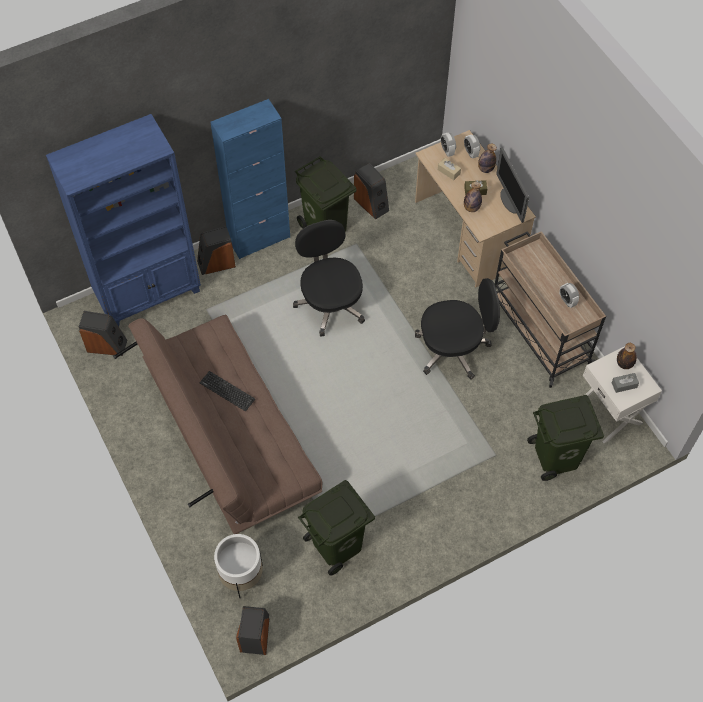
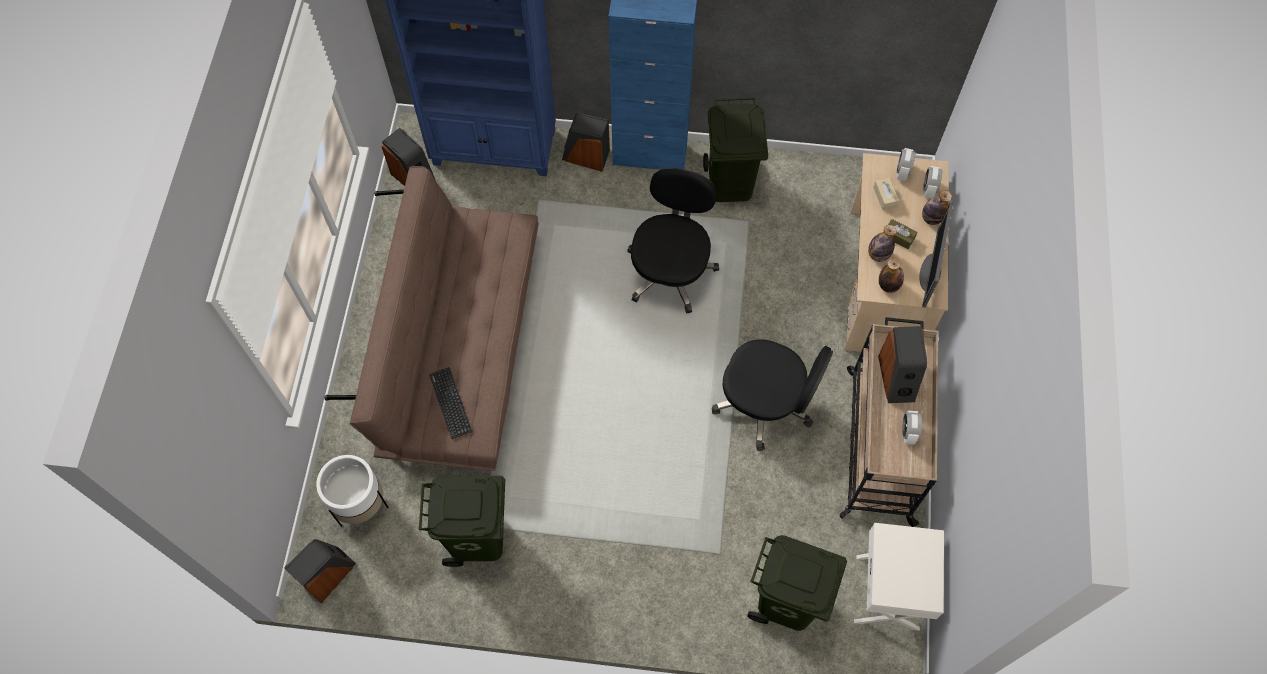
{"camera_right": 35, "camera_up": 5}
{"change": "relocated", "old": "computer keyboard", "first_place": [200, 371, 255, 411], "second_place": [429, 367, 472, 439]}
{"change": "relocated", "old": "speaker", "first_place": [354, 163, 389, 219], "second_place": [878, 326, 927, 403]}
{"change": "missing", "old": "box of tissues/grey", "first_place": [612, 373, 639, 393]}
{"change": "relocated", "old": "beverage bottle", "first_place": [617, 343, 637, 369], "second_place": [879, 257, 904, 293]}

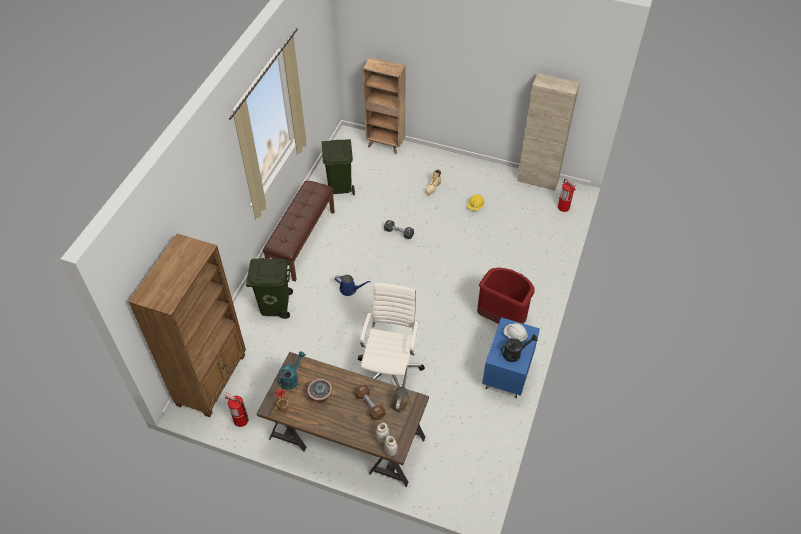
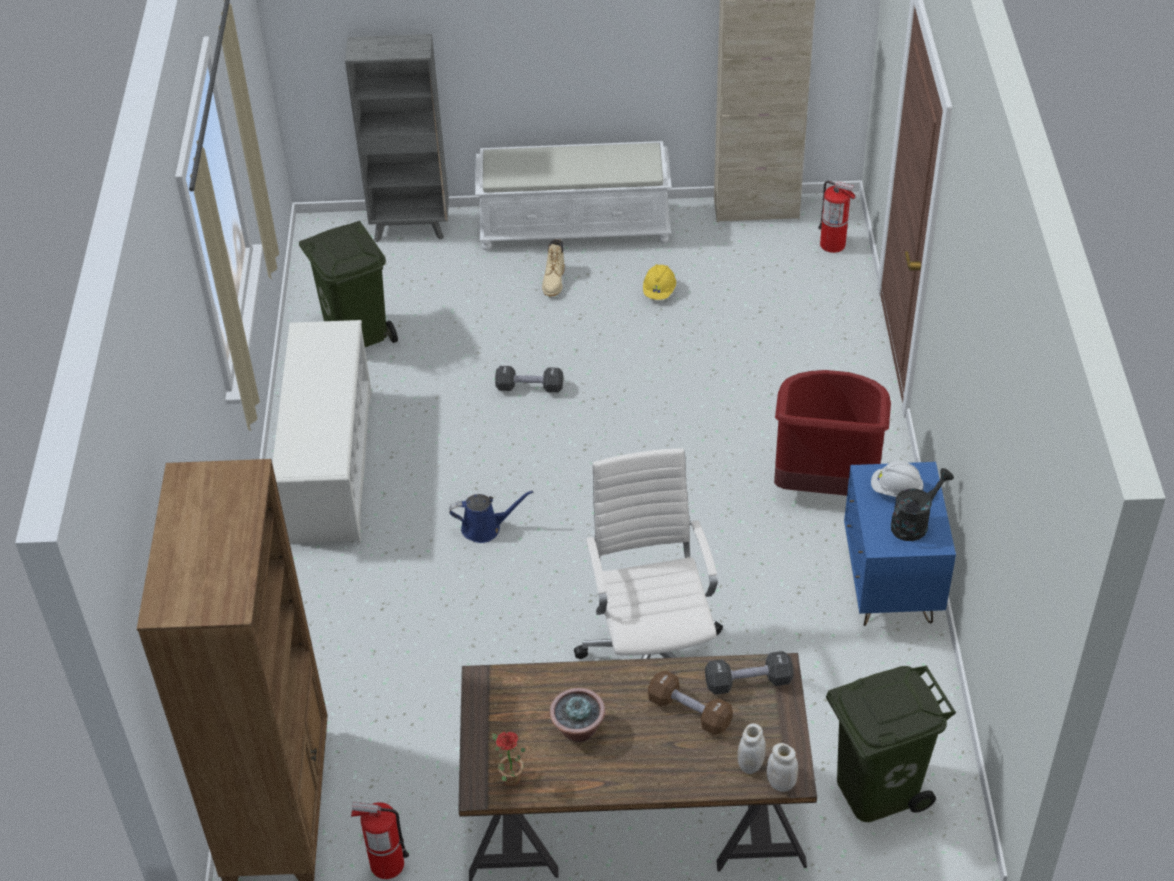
{"camera_right": -20, "camera_up": -5}
{"change": "relocated", "old": "trash can/greenish", "first_place": [246, 258, 293, 319], "second_place": [826, 666, 956, 822]}
{"change": "exchanged", "old": "long seat/brownish", "new": "shoe rack/white", "first_place": [263, 181, 335, 282], "second_place": [272, 320, 372, 543]}
{"change": "missing", "old": "watering can/turquoise-coloured", "first_place": [278, 351, 306, 390]}
{"change": "colour", "old": "bookshelf/brownish", "new": "bookshelf/grey", "first_place": [363, 57, 406, 154], "second_place": [345, 34, 449, 242]}
{"change": "exchanged", "old": "watering can/brownish", "new": "free weight/black-coloured", "first_place": [390, 365, 411, 413], "second_place": [705, 651, 794, 695]}
{"change": "appeared", "new": "long seat/white", "second_place": [475, 141, 672, 250]}

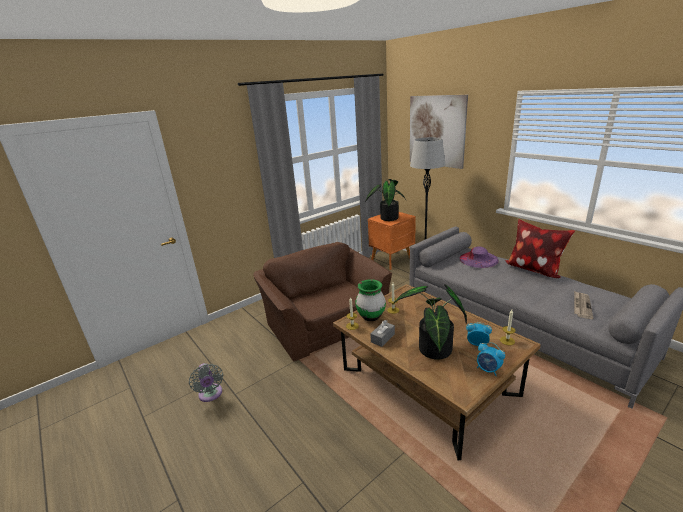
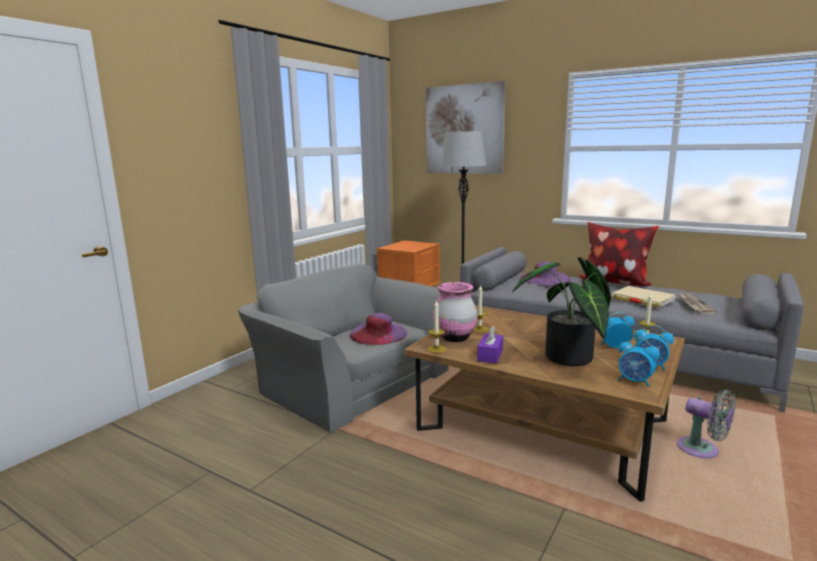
{"camera_right": -20, "camera_up": -10}
{"change": "relocated", "old": "fan/grey", "first_place": [189, 363, 223, 402], "second_place": [677, 390, 736, 458]}
{"change": "colour", "old": "lounge chair/brownish", "new": "lounge chair/grey", "first_place": [253, 242, 392, 362], "second_place": [238, 264, 449, 433]}
{"change": "colour", "old": "vase/greenish", "new": "vase/pink-coloured", "first_place": [356, 279, 386, 321], "second_place": [433, 282, 477, 342]}
{"change": "missing", "old": "potted plant", "first_place": [365, 179, 406, 221]}
{"change": "colour", "old": "box of tissues/grey", "new": "box of tissues/purple", "first_place": [370, 320, 395, 347], "second_place": [477, 326, 503, 364]}
{"change": "appeared", "new": "wearable hat/purple", "second_place": [350, 313, 407, 345]}
{"change": "appeared", "new": "bound book/beige-coloured", "second_place": [611, 286, 676, 308]}
{"change": "appeared", "new": "table clock", "second_place": [618, 338, 660, 387]}

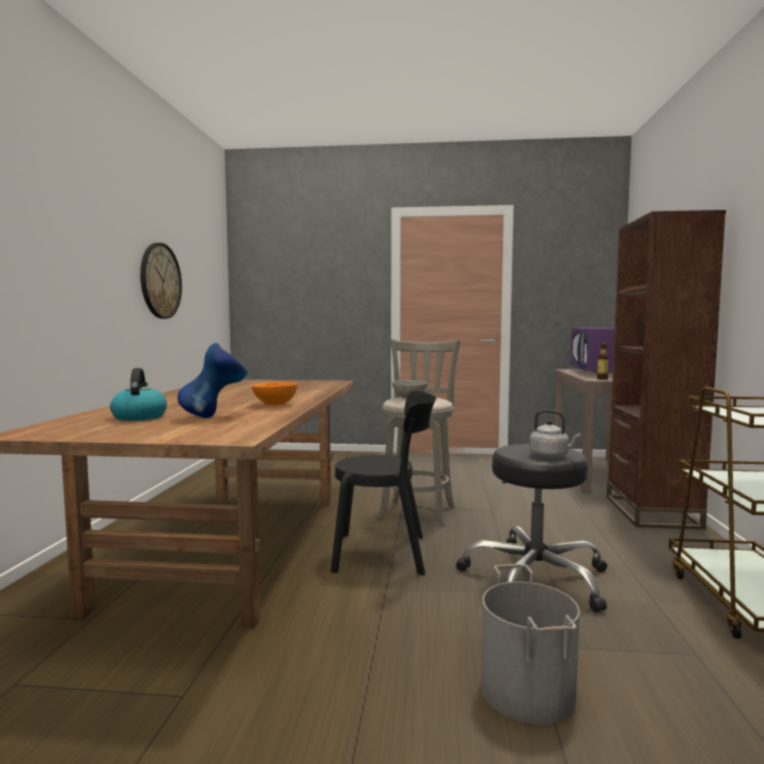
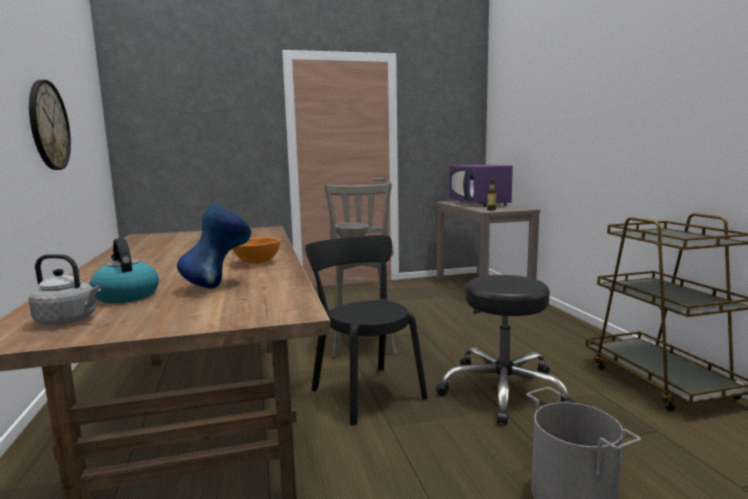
{"camera_right": -20, "camera_up": 5}
{"change": "spun", "old": "plain chair/black-coloured", "first_place": [331, 391, 437, 575], "second_place": [305, 235, 428, 426], "degrees": -105}
{"change": "relocated", "old": "kettle/grey", "first_place": [529, 410, 581, 458], "second_place": [29, 254, 101, 325]}
{"change": "missing", "old": "bookshelf/brownish", "first_place": [607, 210, 726, 530]}

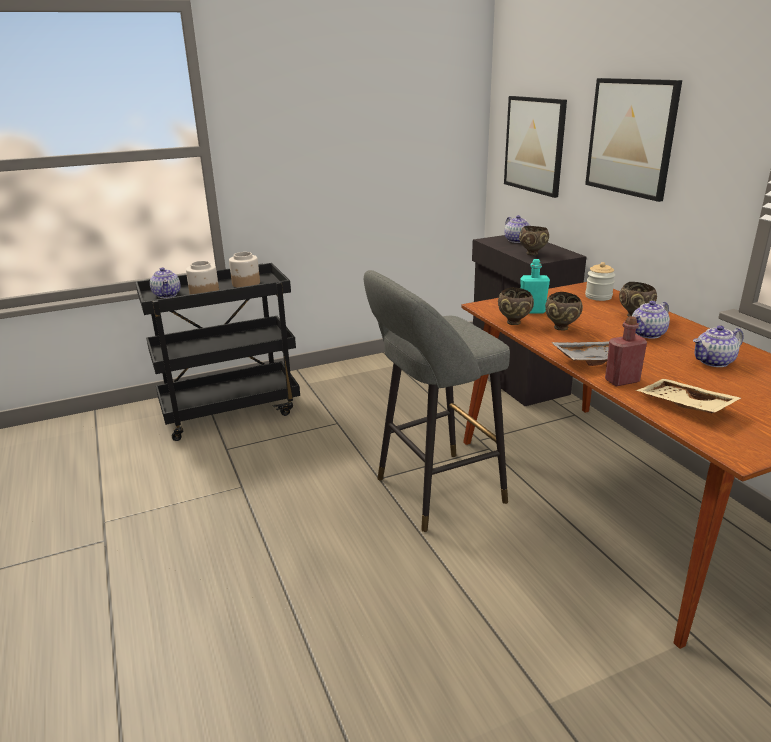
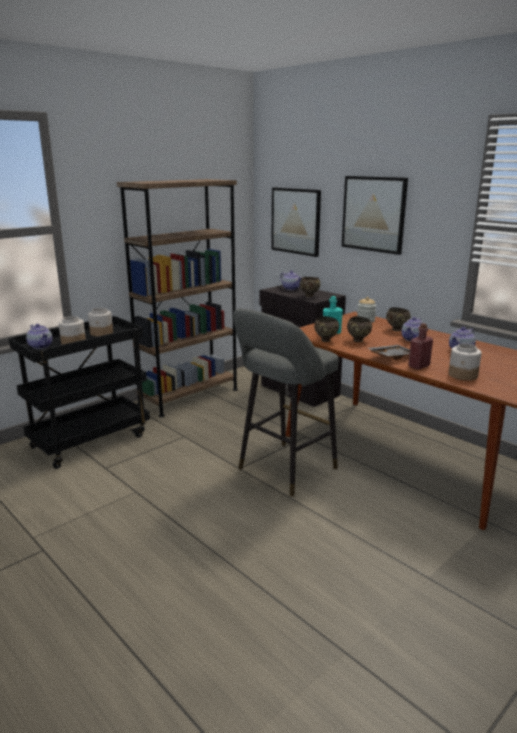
{"camera_right": -20, "camera_up": -5}
{"change": "exchanged", "old": "carrying tray/beige-coloured", "new": "jar", "first_place": [636, 379, 741, 413], "second_place": [449, 343, 482, 380]}
{"change": "appeared", "new": "bookshelf/brownish", "second_place": [117, 179, 238, 417]}

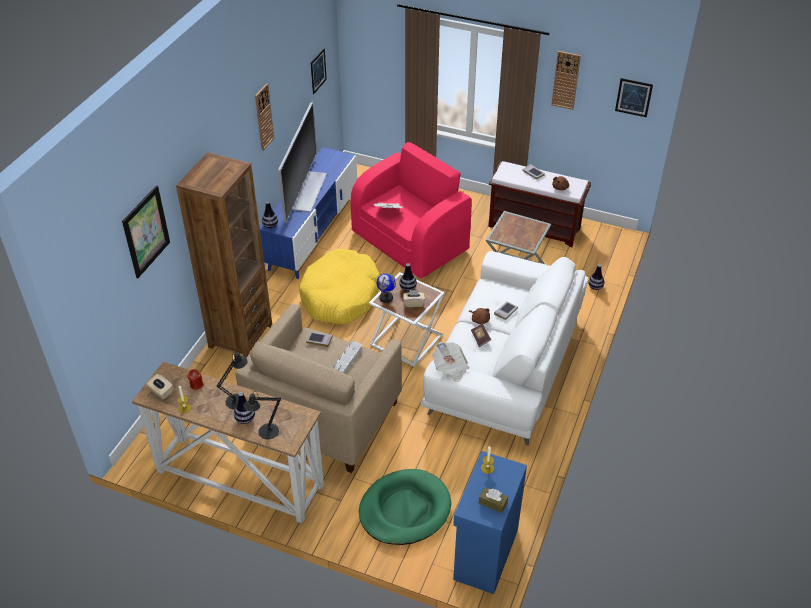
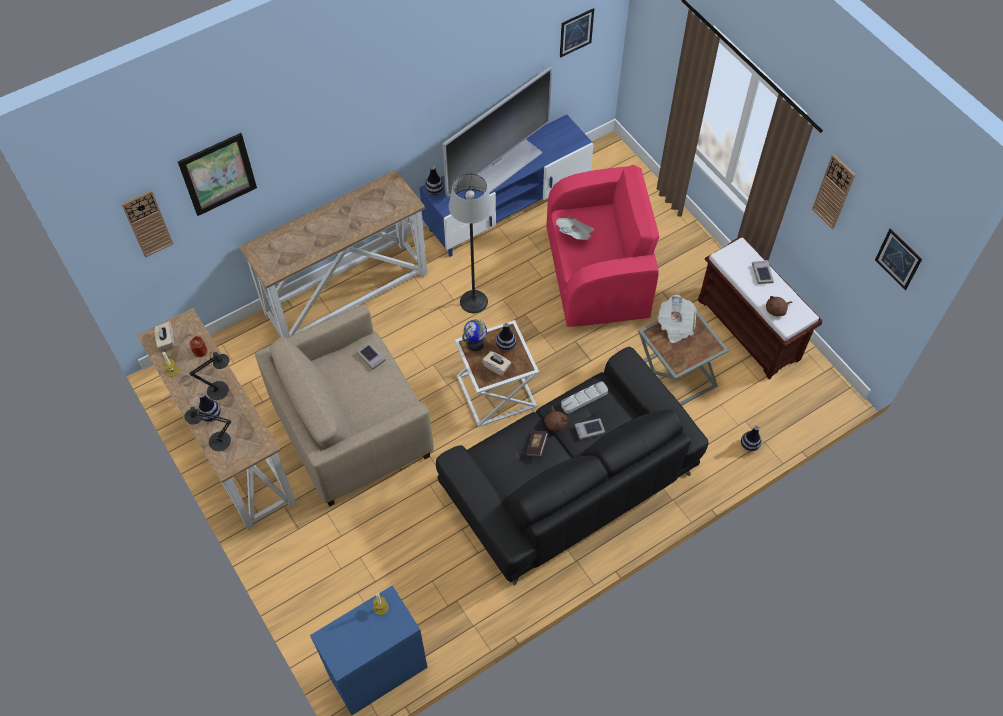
{"camera_right": 35, "camera_up": 15}
{"change": "exchanged", "old": "bookshelf/brownish", "new": "hall table", "first_place": [176, 152, 272, 357], "second_place": [239, 170, 427, 338]}
{"change": "relocated", "old": "wall clock", "first_place": [255, 83, 274, 151], "second_place": [121, 190, 173, 258]}
{"change": "exchanged", "old": "pet bed/yellow-coloured", "new": "standard lamp", "first_place": [299, 249, 379, 324], "second_place": [449, 173, 492, 313]}
{"change": "relocated", "old": "carrying tray/grey", "first_place": [333, 341, 362, 373], "second_place": [561, 381, 608, 414]}
{"change": "missing", "old": "pet bed/greenish", "first_place": [359, 469, 451, 545]}
{"change": "colour", "old": "sofa/white", "new": "sofa/black-coloured", "first_place": [421, 251, 588, 445], "second_place": [436, 347, 708, 586]}
{"change": "relocated", "old": "newspaper", "first_place": [432, 342, 470, 382], "second_place": [657, 295, 697, 343]}
{"change": "missing", "old": "box of tissues/brownish", "first_place": [479, 487, 508, 513]}

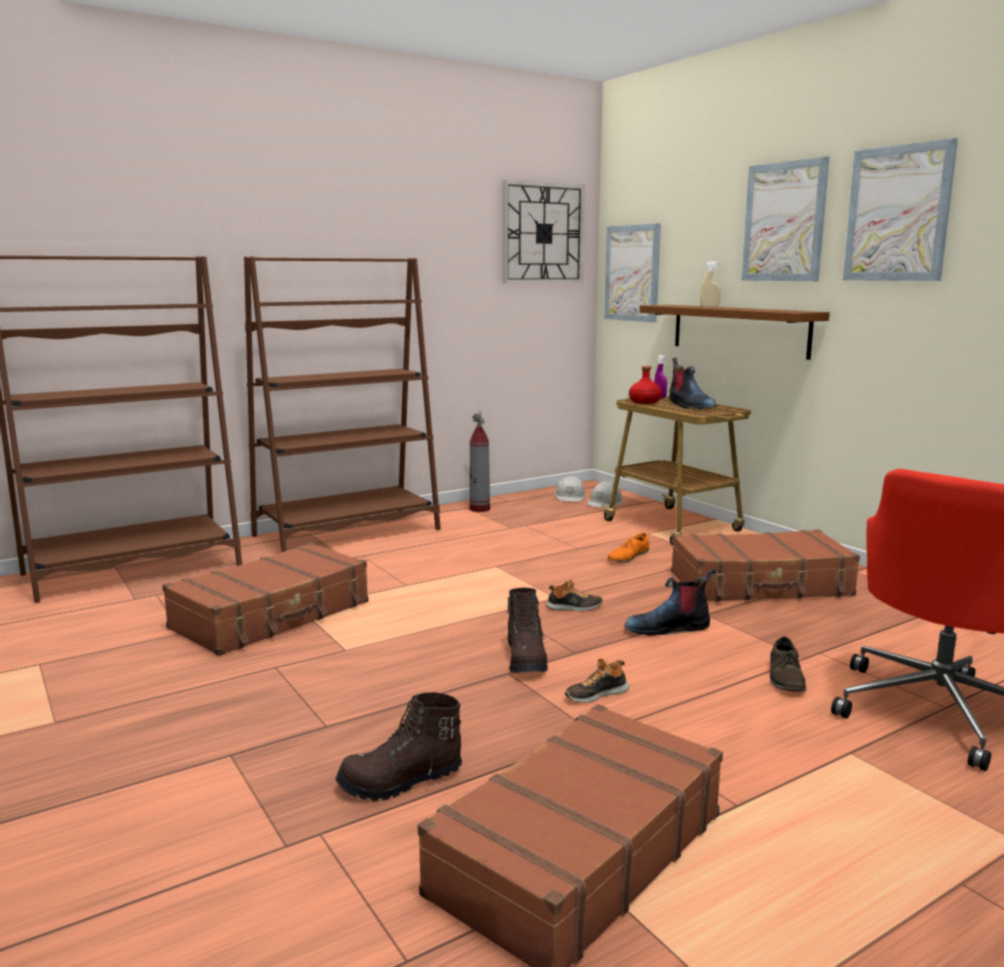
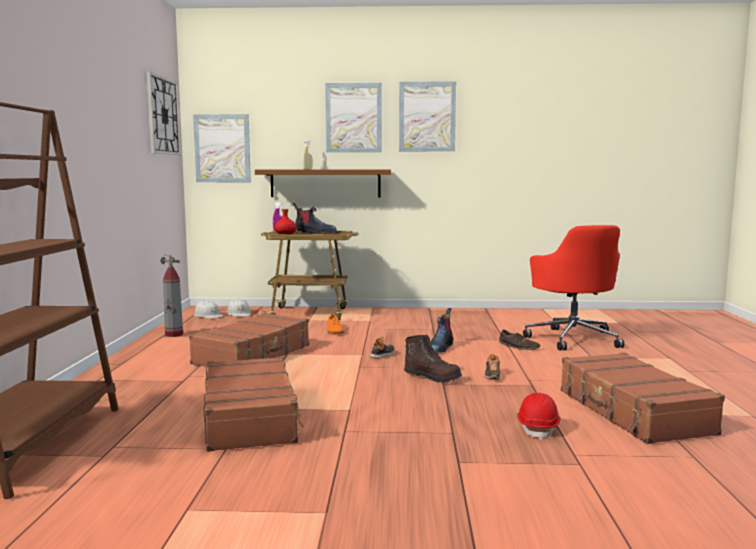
{"camera_right": -55, "camera_up": -5}
{"change": "missing", "old": "bookshelf/brownish", "first_place": [244, 257, 441, 553]}
{"change": "exchanged", "old": "tall boot/brownish", "new": "work helmet/red", "first_place": [336, 692, 462, 801], "second_place": [517, 393, 560, 440]}
{"change": "relocated", "old": "piece of luggage/brownish", "first_place": [671, 530, 860, 602], "second_place": [189, 313, 309, 367]}

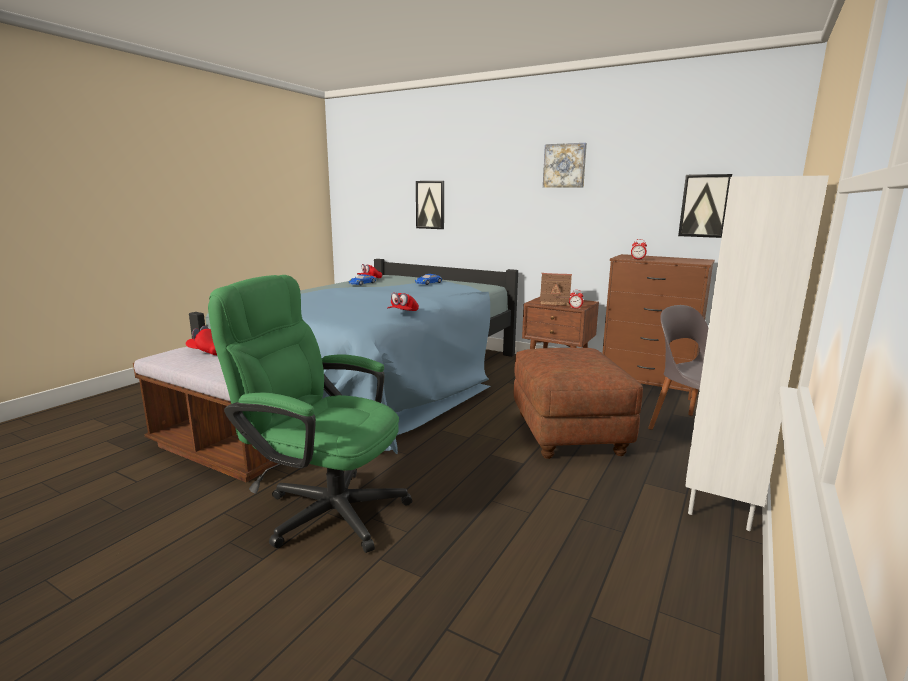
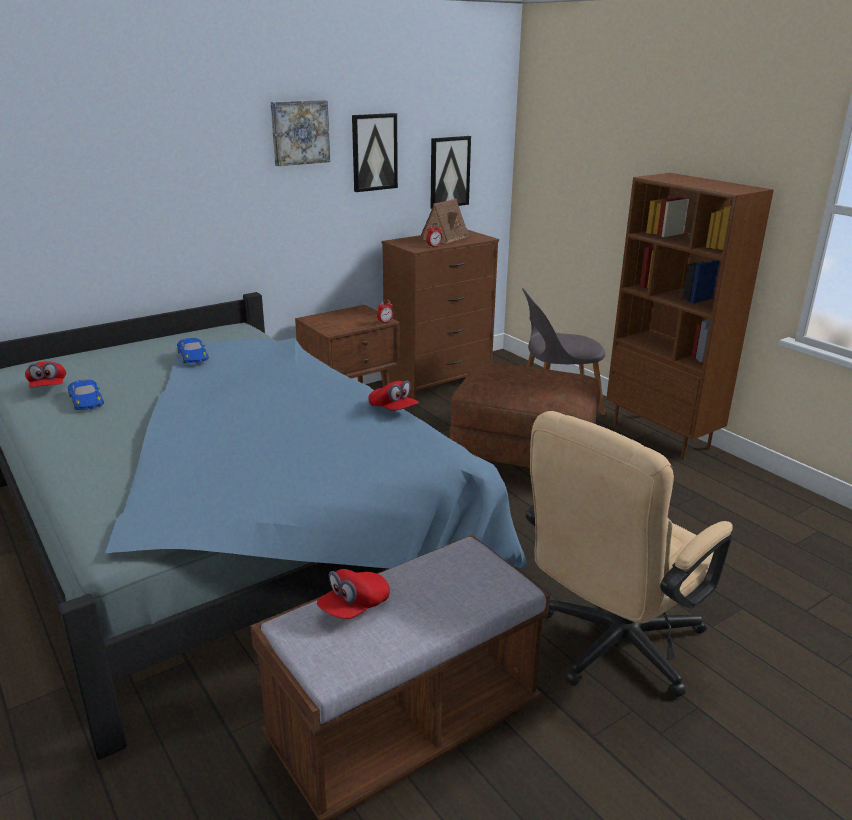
{"camera_right": -65, "camera_up": 10}
{"change": "colour", "old": "desk chair/greenish", "new": "desk chair/beige-coloured", "first_place": [208, 275, 412, 553], "second_place": [526, 411, 733, 697]}
{"change": "relocated", "old": "wall art", "first_place": [416, 181, 444, 229], "second_place": [352, 113, 398, 192]}
{"change": "relocated", "old": "toy house", "first_place": [540, 273, 572, 306], "second_place": [421, 199, 470, 244]}
{"change": "colour", "old": "bookshelf/white", "new": "bookshelf/brownish", "first_place": [686, 176, 829, 531], "second_place": [606, 173, 774, 460]}

